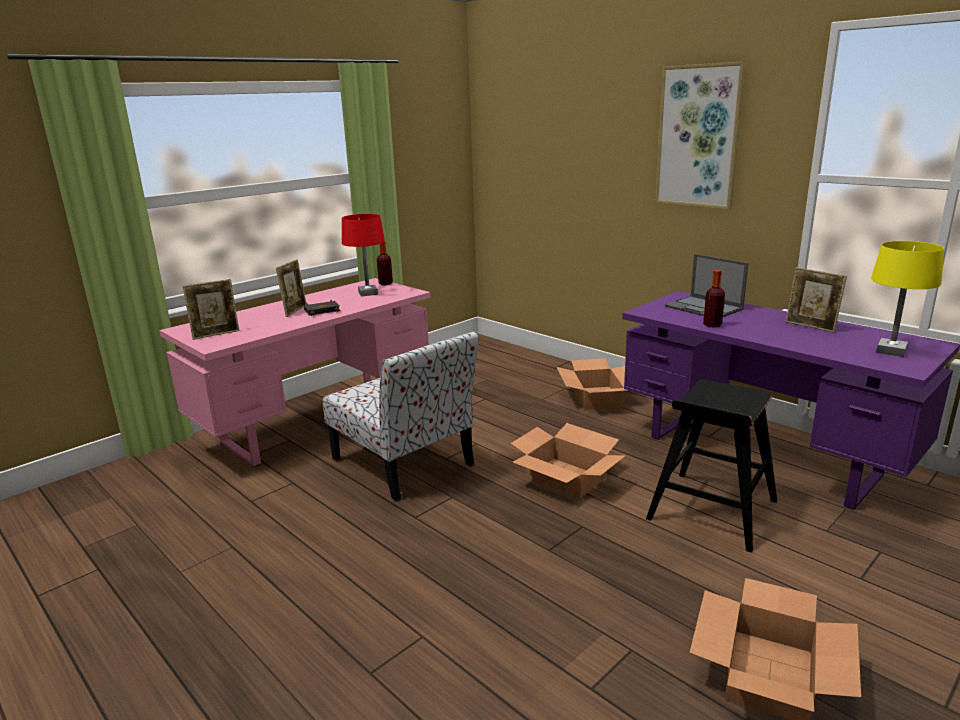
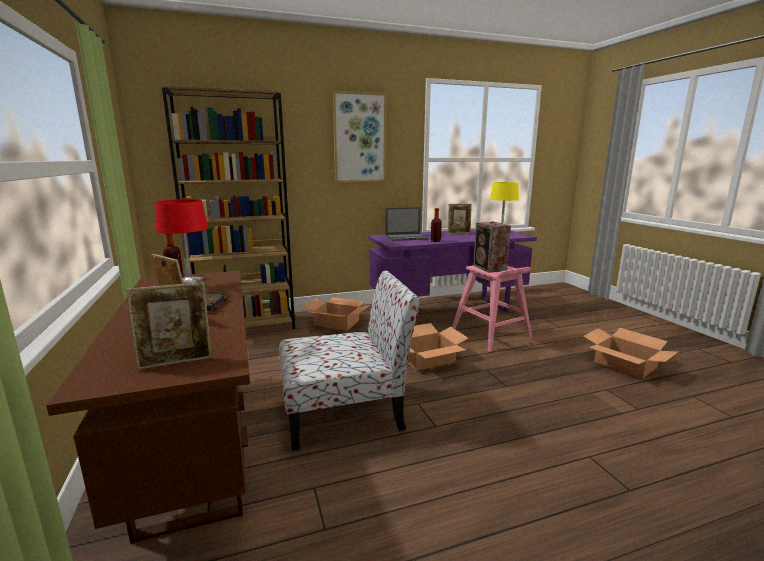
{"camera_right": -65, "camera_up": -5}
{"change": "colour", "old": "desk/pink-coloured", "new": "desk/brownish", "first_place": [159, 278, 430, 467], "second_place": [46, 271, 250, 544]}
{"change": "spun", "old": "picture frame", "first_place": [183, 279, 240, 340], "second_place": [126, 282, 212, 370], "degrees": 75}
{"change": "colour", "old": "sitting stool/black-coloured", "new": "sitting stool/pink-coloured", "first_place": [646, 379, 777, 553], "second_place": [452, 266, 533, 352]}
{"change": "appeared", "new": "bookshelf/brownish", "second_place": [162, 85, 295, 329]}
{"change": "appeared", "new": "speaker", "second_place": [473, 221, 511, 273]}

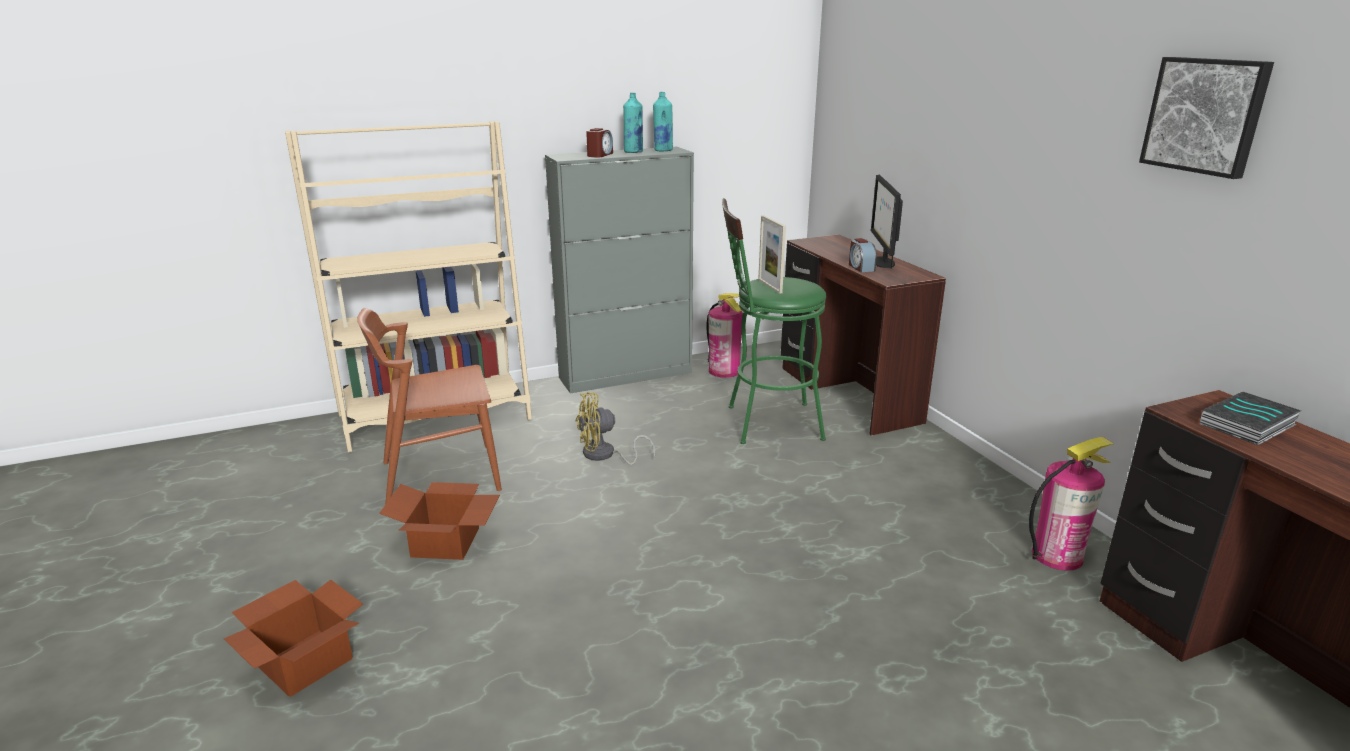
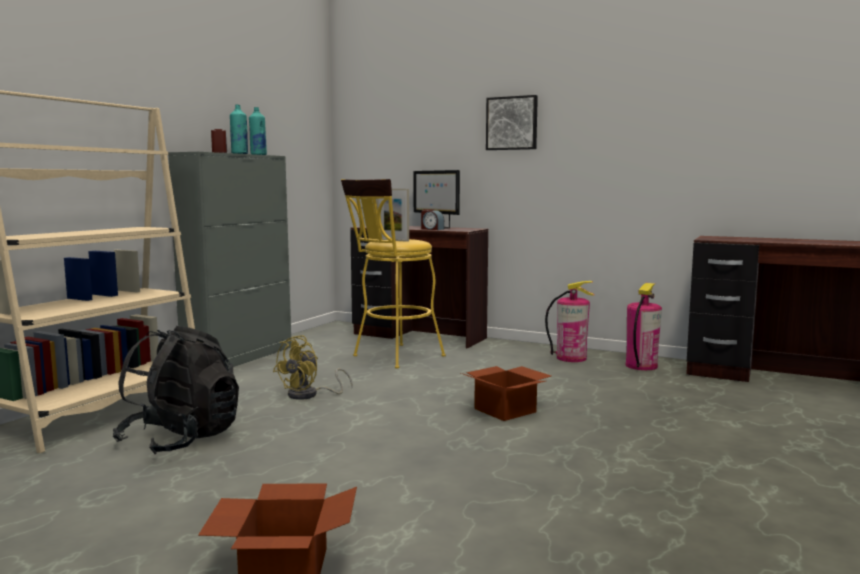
{"camera_right": -40, "camera_up": -15}
{"change": "exchanged", "old": "plain chair/brownish", "new": "knapsack/black-coloured", "first_place": [357, 308, 502, 505], "second_place": [113, 326, 239, 454]}
{"change": "relocated", "old": "packing box", "first_place": [379, 482, 500, 560], "second_place": [461, 366, 551, 421]}
{"change": "relocated", "old": "extinguisher", "first_place": [706, 293, 743, 378], "second_place": [545, 281, 595, 362]}
{"change": "colour", "old": "sitting stool/greenish", "new": "sitting stool/yellow-coloured", "first_place": [722, 198, 826, 444], "second_place": [341, 179, 446, 368]}
{"change": "relocated", "old": "wall art", "first_place": [1139, 57, 1274, 179], "second_place": [486, 95, 538, 150]}
{"change": "missing", "old": "bound book", "first_place": [1200, 392, 1301, 445]}

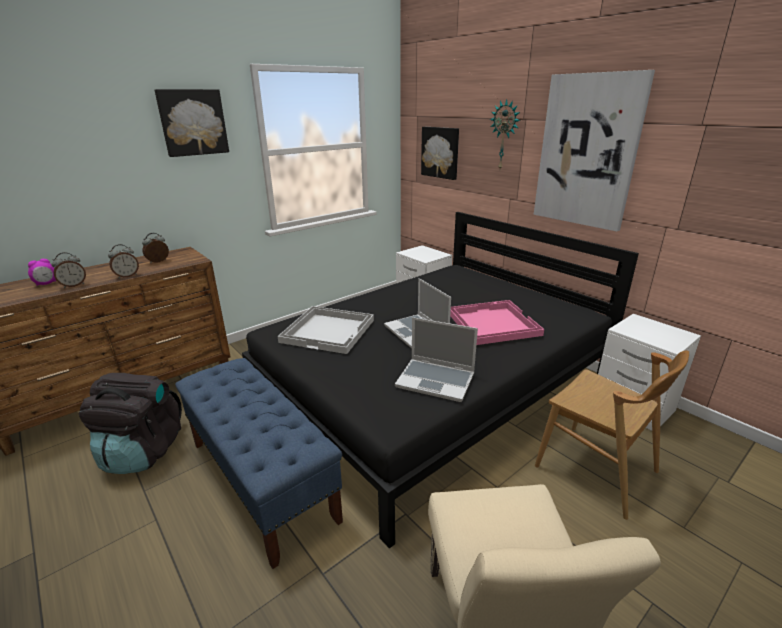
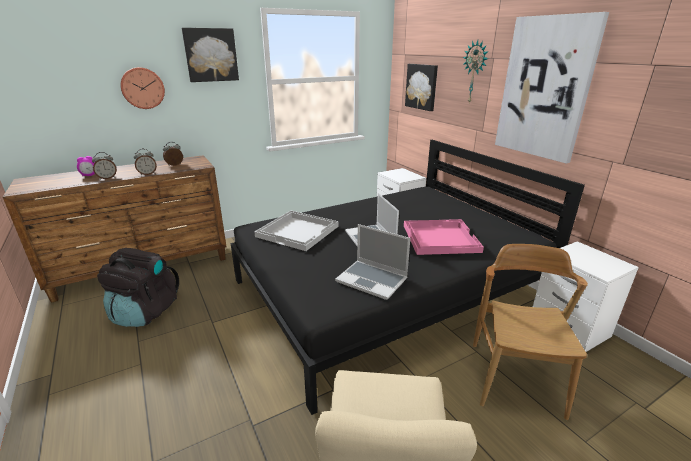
{"camera_right": 10, "camera_up": 0}
{"change": "missing", "old": "long seat/blue", "first_place": [175, 358, 343, 569]}
{"change": "spun", "old": "plain chair/brownish", "first_place": [535, 351, 689, 520], "second_place": [473, 244, 588, 420], "degrees": -135}
{"change": "appeared", "new": "wall clock", "second_place": [120, 67, 165, 109]}

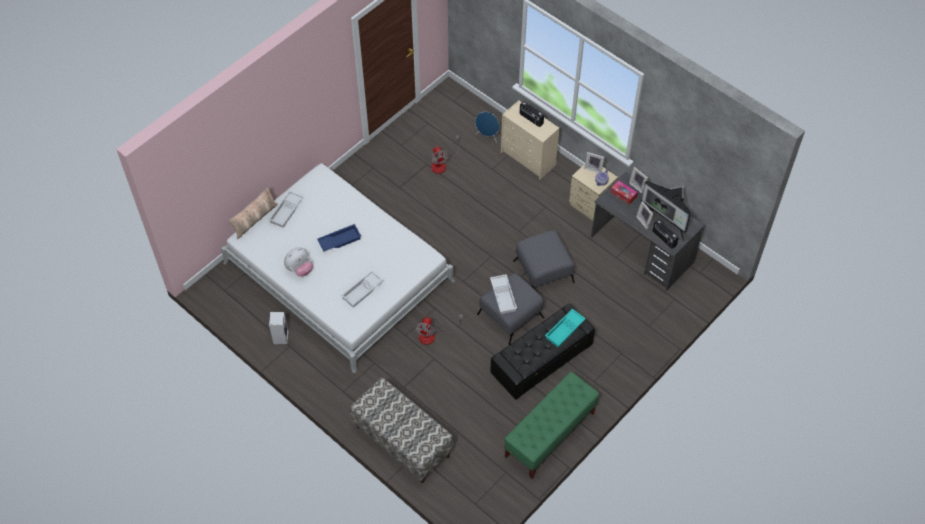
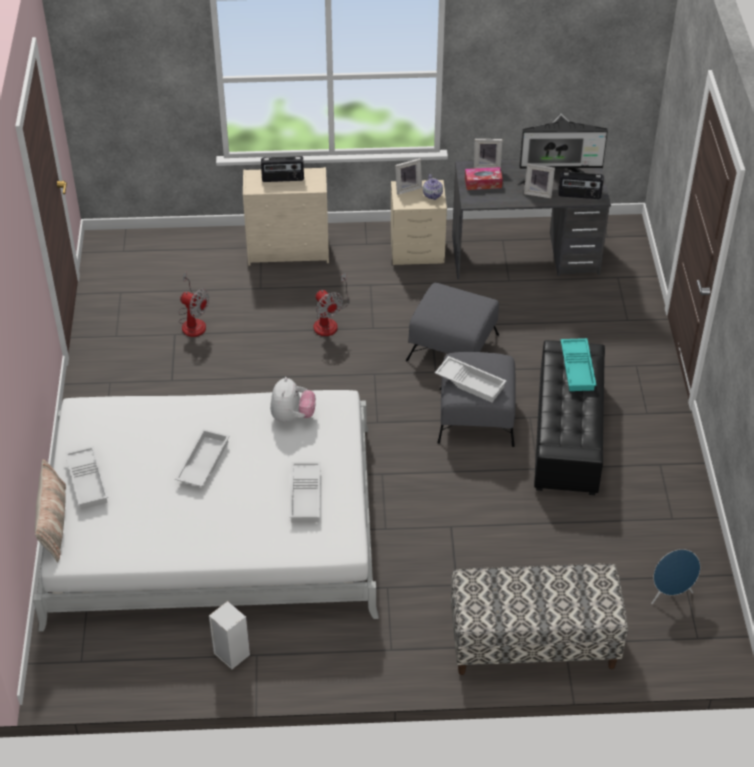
{"camera_right": -45, "camera_up": -10}
{"change": "relocated", "old": "soft toy", "first_place": [284, 248, 313, 277], "second_place": [270, 377, 316, 423]}
{"change": "colour", "old": "carrying tray/blue", "new": "carrying tray/white", "first_place": [317, 224, 361, 251], "second_place": [175, 429, 230, 487]}
{"change": "relocated", "old": "fan", "first_place": [414, 314, 463, 345], "second_place": [314, 273, 349, 336]}
{"change": "relocated", "old": "speaker/blue", "first_place": [475, 112, 499, 143], "second_place": [651, 549, 700, 604]}
{"change": "missing", "old": "long seat/greenish", "first_place": [504, 372, 599, 479]}

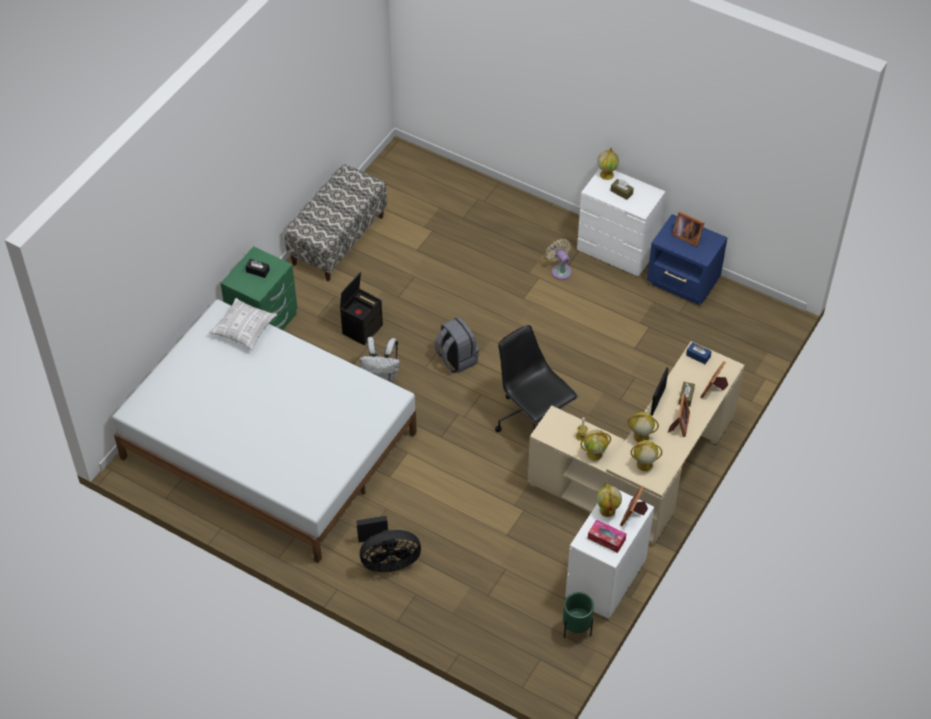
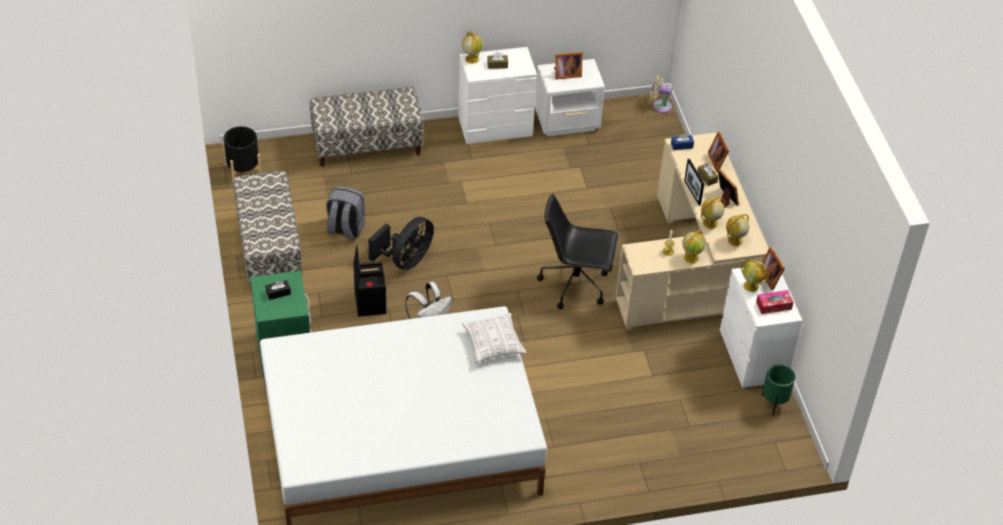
{"camera_right": -45, "camera_up": -5}
{"change": "relocated", "old": "throw pillow", "first_place": [209, 298, 277, 350], "second_place": [462, 313, 527, 363]}
{"change": "relocated", "old": "fan/black-coloured", "first_place": [356, 516, 421, 572], "second_place": [368, 217, 434, 270]}
{"change": "relocated", "old": "knapsack/grey", "first_place": [435, 317, 479, 373], "second_place": [326, 186, 365, 240]}
{"change": "relocated", "old": "fan/beige-coloured", "first_place": [546, 239, 572, 280], "second_place": [650, 75, 673, 113]}
{"change": "colour", "old": "nightstand/blue", "new": "nightstand/white", "first_place": [647, 214, 728, 304], "second_place": [535, 59, 605, 136]}
{"change": "appeared", "new": "flower pot/black-coloured", "second_place": [223, 126, 262, 182]}
{"change": "appeared", "new": "long seat", "second_place": [310, 87, 424, 167]}

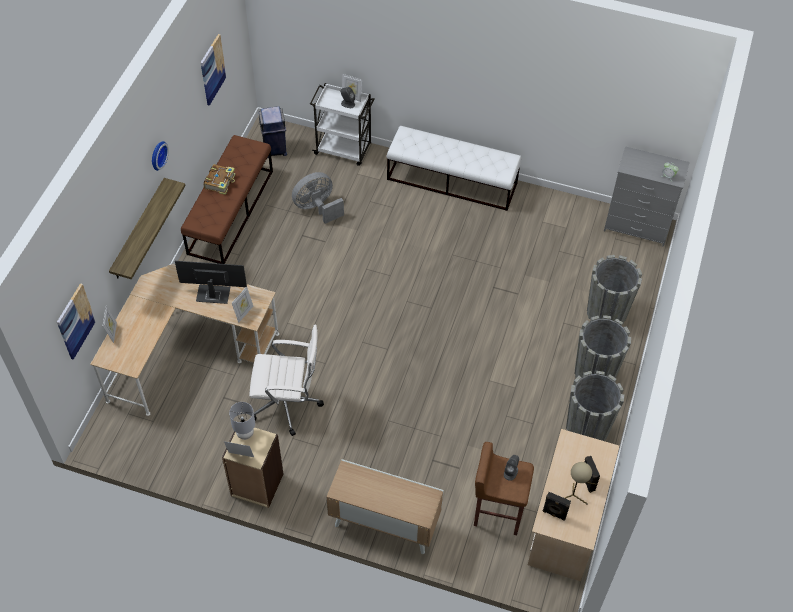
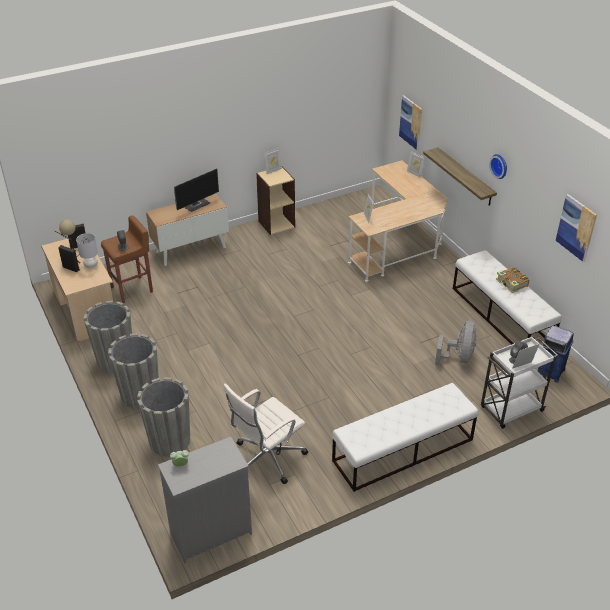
{"camera_right": 135, "camera_up": -15}
{"change": "relocated", "old": "monitor", "first_place": [175, 261, 247, 304], "second_place": [174, 169, 219, 212]}
{"change": "colour", "old": "long seat/brownish", "new": "long seat/white", "first_place": [181, 135, 273, 264], "second_place": [453, 250, 562, 345]}
{"change": "relocated", "old": "tabletop lamp/grey", "first_place": [229, 402, 255, 440], "second_place": [76, 233, 98, 269]}
{"change": "relocated", "old": "desk chair/white", "first_place": [249, 325, 324, 436], "second_place": [223, 383, 308, 484]}

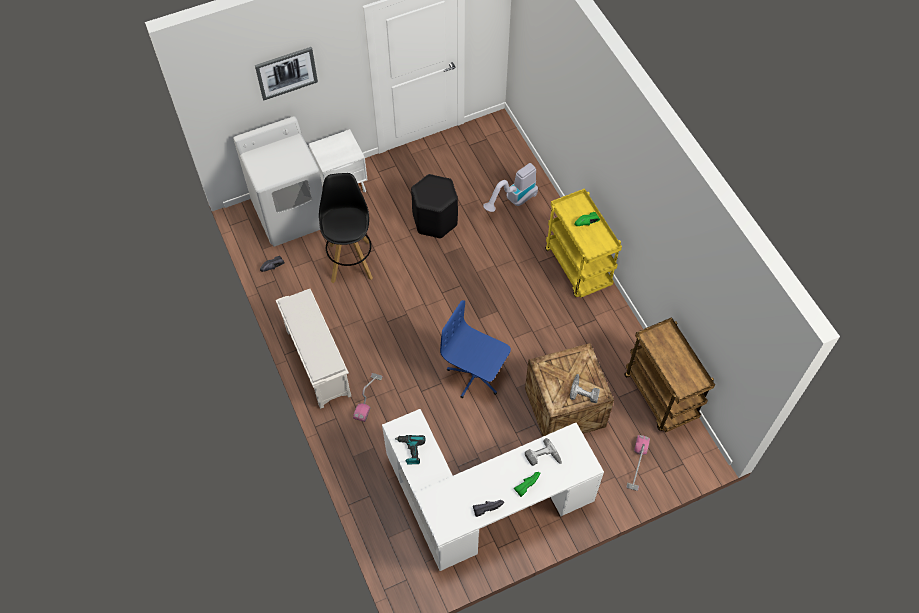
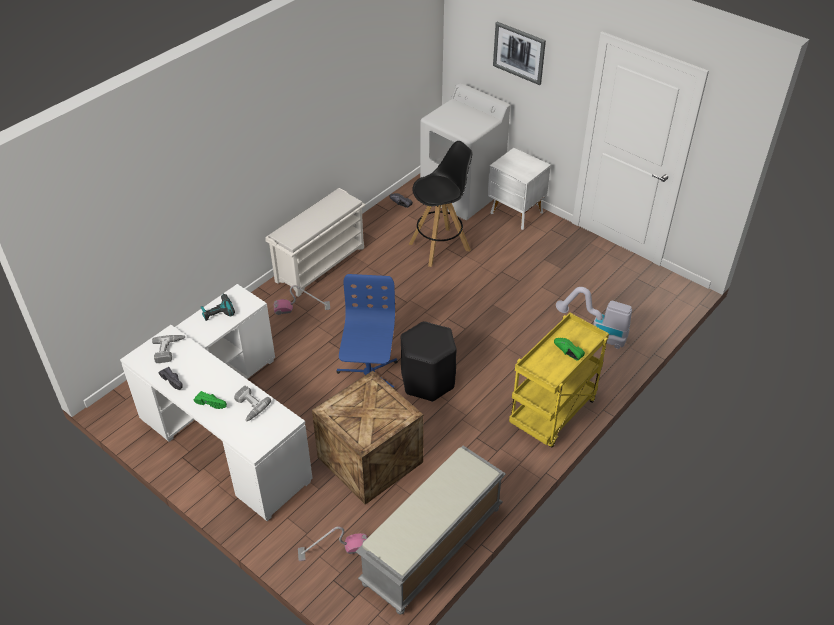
{"camera_right": 65, "camera_up": -15}
{"change": "relocated", "old": "sitting stool/black-coloured", "first_place": [411, 174, 458, 239], "second_place": [400, 321, 457, 402]}
{"change": "relocated", "old": "electric drill", "first_place": [570, 374, 600, 403], "second_place": [152, 335, 186, 363]}
{"change": "exchanged", "old": "trolley/brownish", "new": "long seat/grey", "first_place": [624, 317, 715, 433], "second_place": [356, 446, 506, 615]}

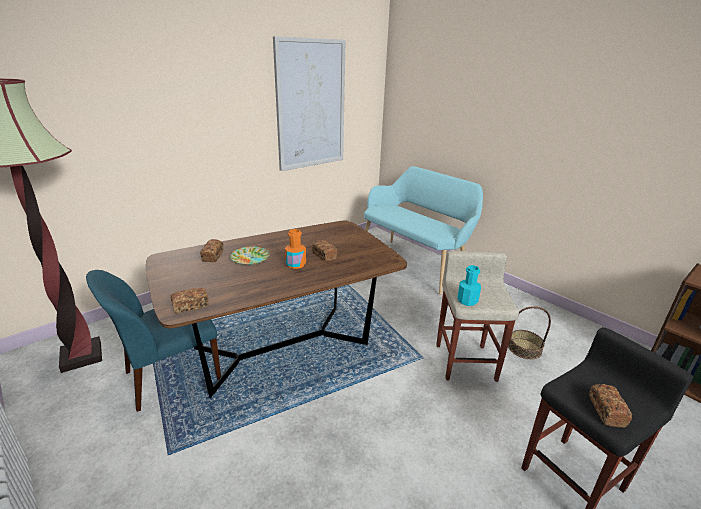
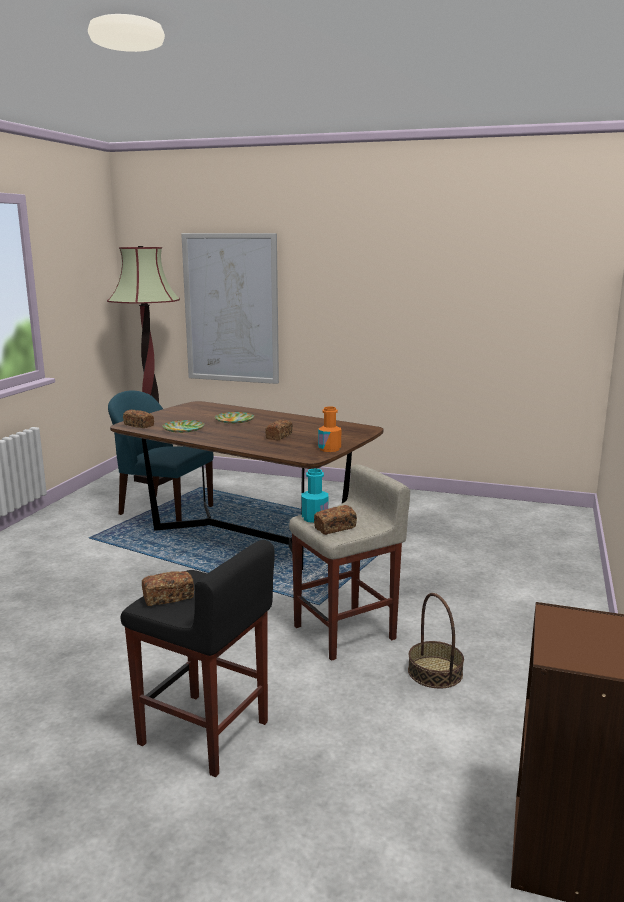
{"camera_right": 60, "camera_up": -10}
{"change": "relocated", "old": "bakery bread", "first_place": [200, 239, 224, 262], "second_place": [314, 505, 357, 535]}
{"change": "relocated", "old": "wall art", "first_place": [273, 36, 346, 171], "second_place": [181, 233, 279, 384]}
{"change": "relocated", "old": "beverage bottle/orangey", "first_place": [285, 229, 306, 269], "second_place": [318, 406, 341, 452]}
{"change": "missing", "old": "long seat/turquoise-coloured", "first_place": [364, 166, 483, 295]}
{"change": "appeared", "new": "dinner plate", "second_place": [163, 420, 204, 433]}

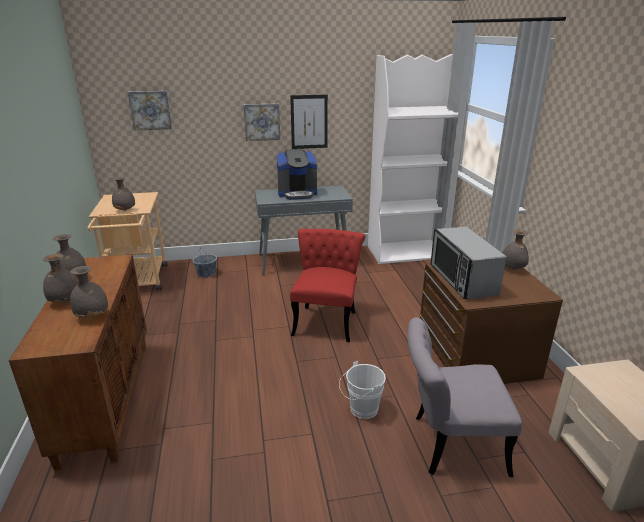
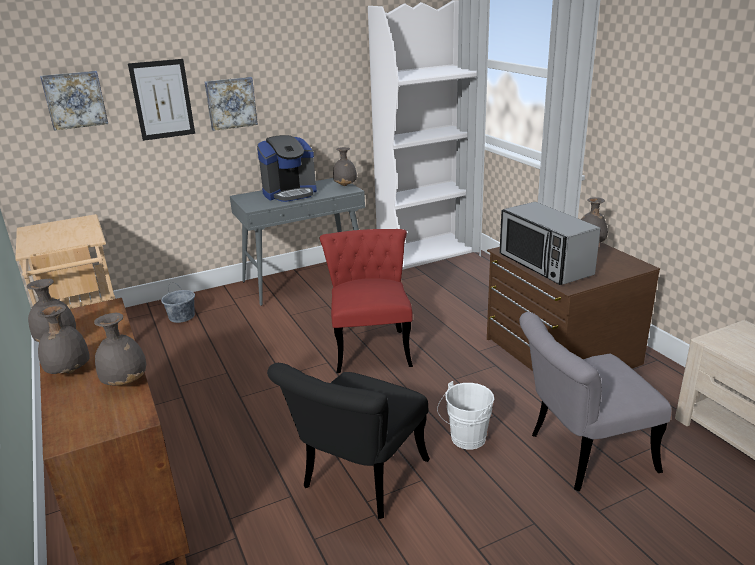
{"camera_right": -15, "camera_up": 0}
{"change": "relocated", "old": "vase/grey", "first_place": [112, 177, 135, 211], "second_place": [333, 147, 357, 186]}
{"change": "relocated", "old": "wall art", "first_place": [290, 95, 328, 149], "second_place": [128, 59, 195, 141]}
{"change": "appeared", "new": "plain chair/black-coloured", "second_place": [267, 363, 430, 519]}

